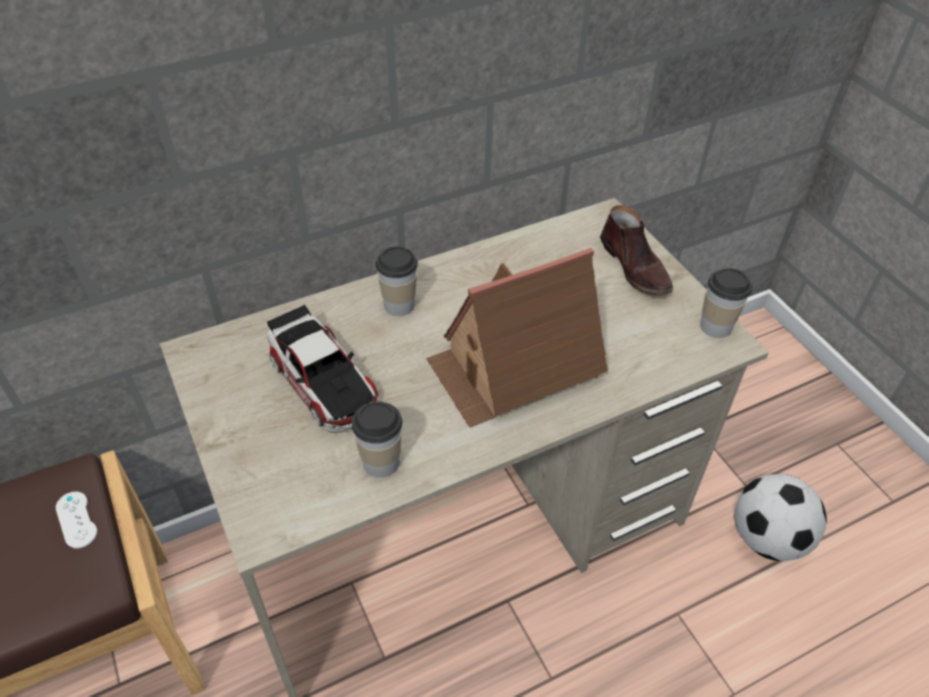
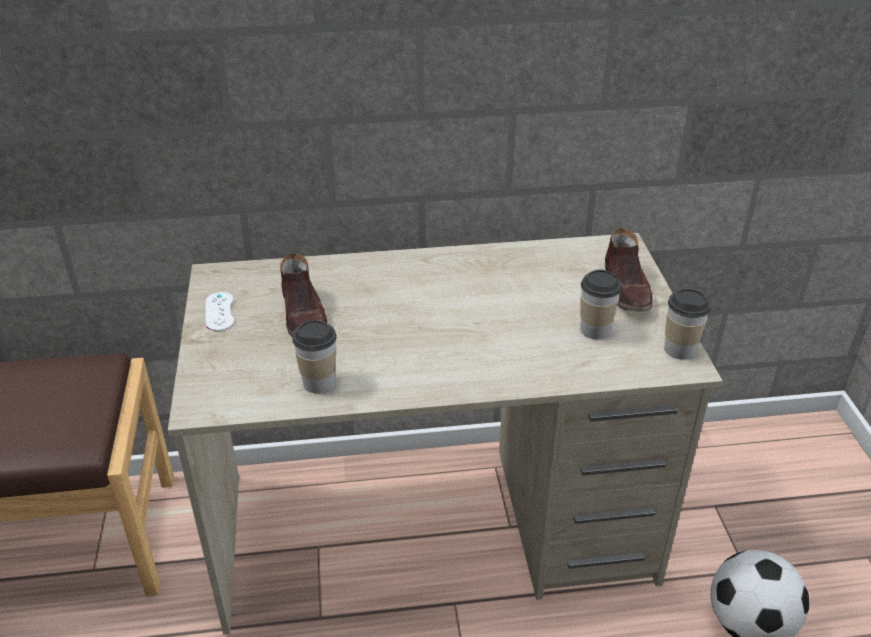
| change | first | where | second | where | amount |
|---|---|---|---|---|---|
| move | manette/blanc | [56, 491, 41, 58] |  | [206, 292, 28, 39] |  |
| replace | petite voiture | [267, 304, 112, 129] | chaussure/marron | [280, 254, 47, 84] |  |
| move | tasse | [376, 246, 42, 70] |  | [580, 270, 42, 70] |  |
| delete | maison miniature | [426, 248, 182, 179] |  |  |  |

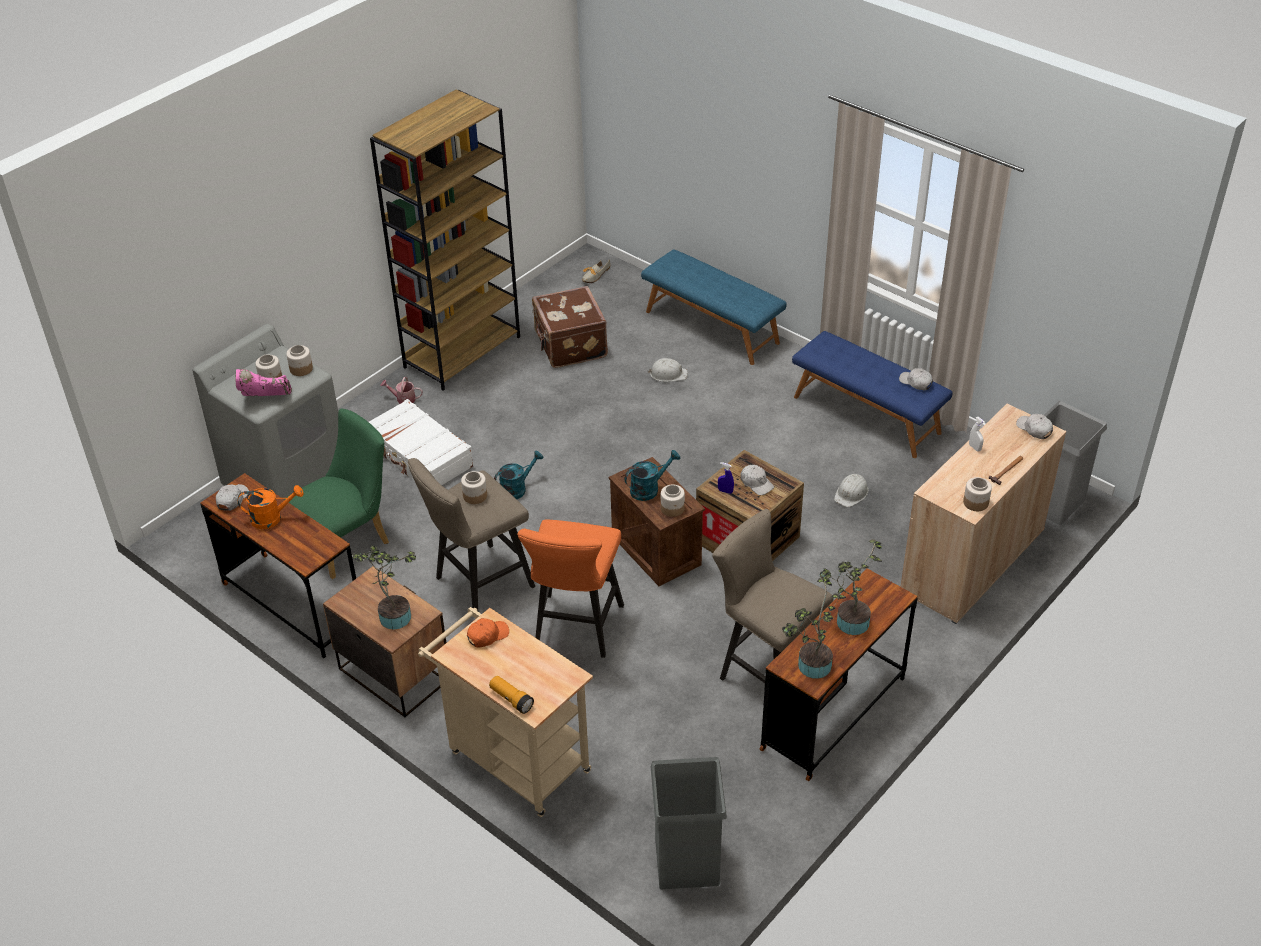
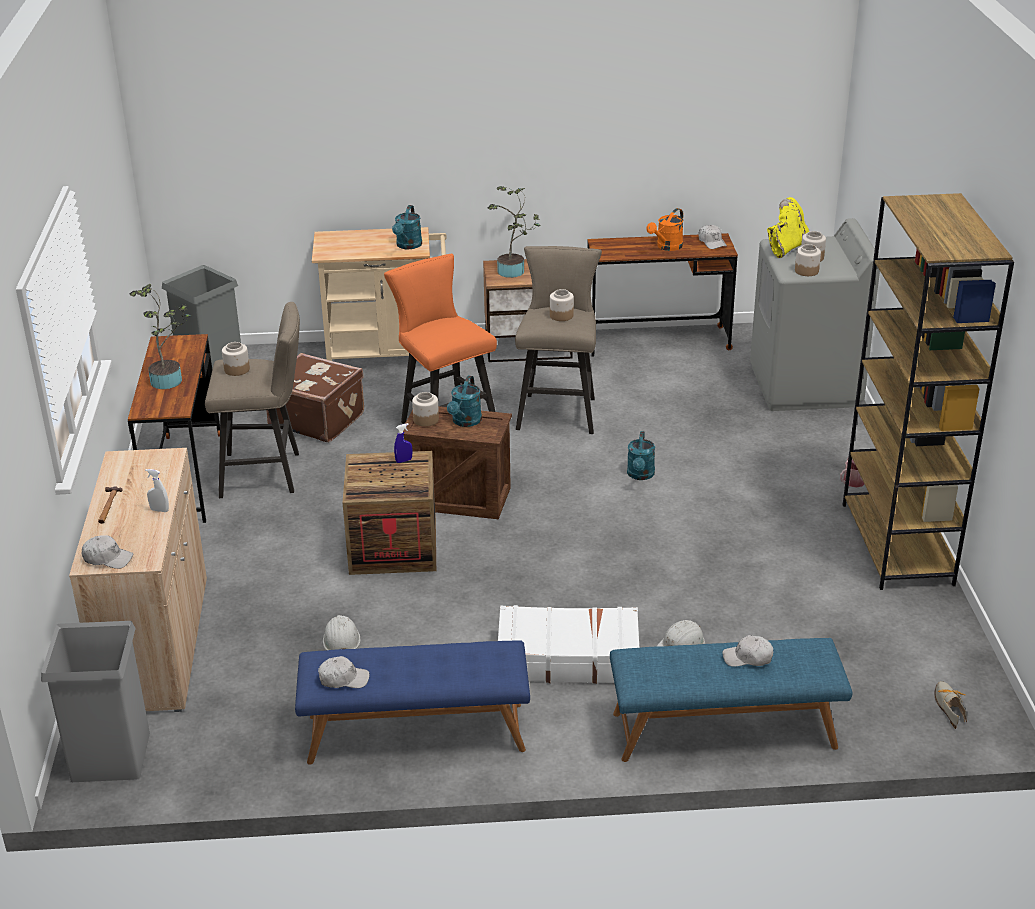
| change | first | where | second | where | amount |
|---|---|---|---|---|---|
| move | bocal | [963, 477, 29, 34] |  | [222, 342, 28, 34] |  |
| move | valise/marron | [532, 286, 76, 82] |  | [266, 353, 98, 89] |  |
| replace | casquette/orange | [467, 618, 42, 30] | arrosoir/turquoise | [392, 205, 30, 44] |  |
| move | valise/blanc | [369, 399, 104, 86] |  | [498, 605, 141, 79] |  |
| move | casquette/blanc | [740, 465, 34, 30] |  | [722, 635, 51, 32] |  |
| recolor | botte/rose | [236, 369, 56, 27] | botte/jaune | [767, 197, 42, 61] |  |
| delete | chaise/vert | [284, 409, 105, 170] |  |  |  |
| delete | lampe de poche | [489, 675, 45, 39] |  |  |  |
| delete | plante en pot | [782, 578, 64, 101] |  |  |  |

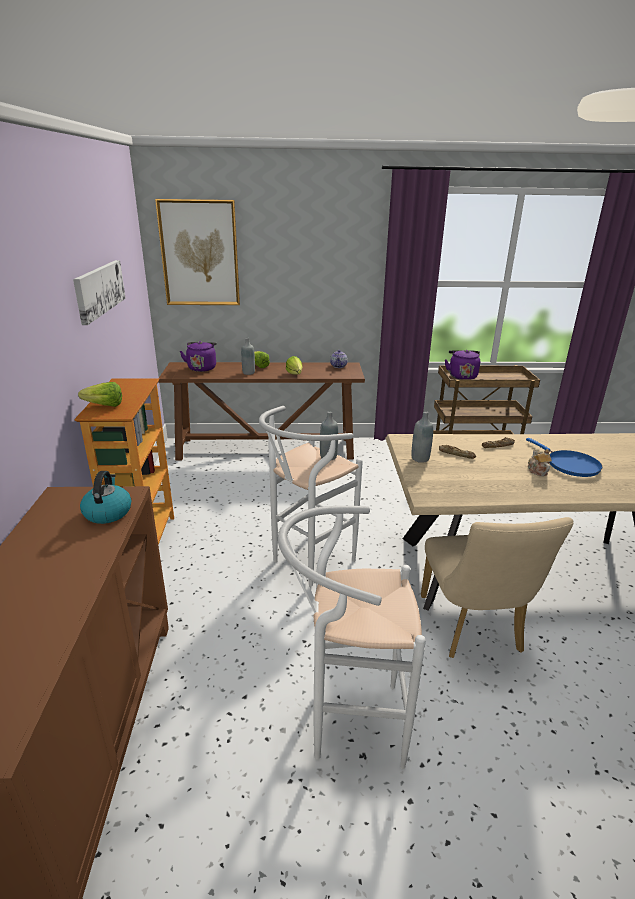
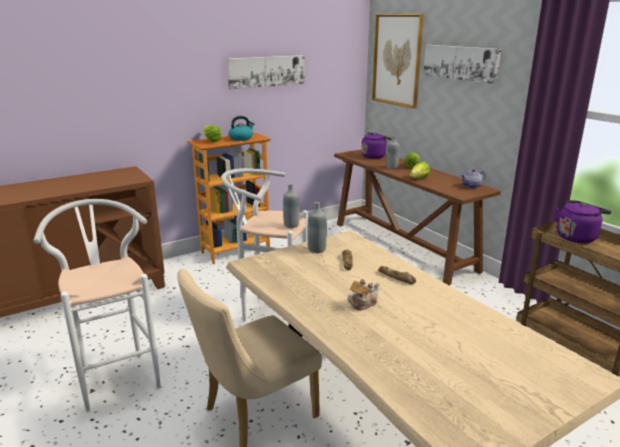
| change | first | where | second | where | amount |
|---|---|---|---|---|---|
| move | bouilloire | [80, 471, 51, 53] |  | [229, 116, 25, 25] |  |
| insert |  |  | tableau | [423, 45, 78, 39] |  |
| delete | poêle/bleu | [526, 438, 76, 39] |  |  |  |

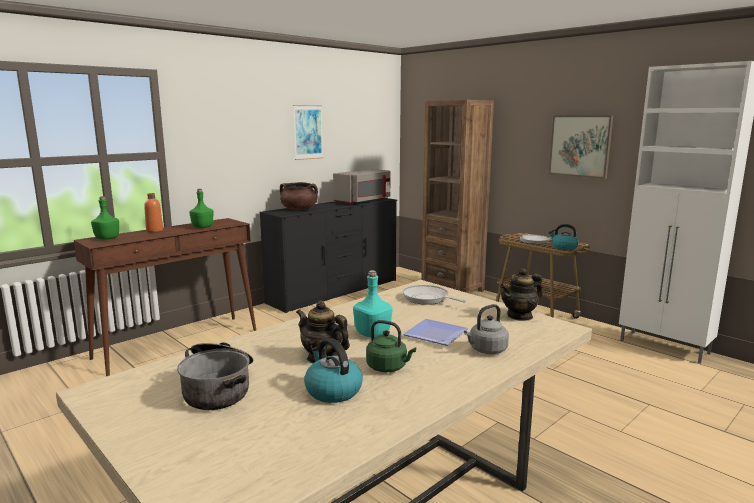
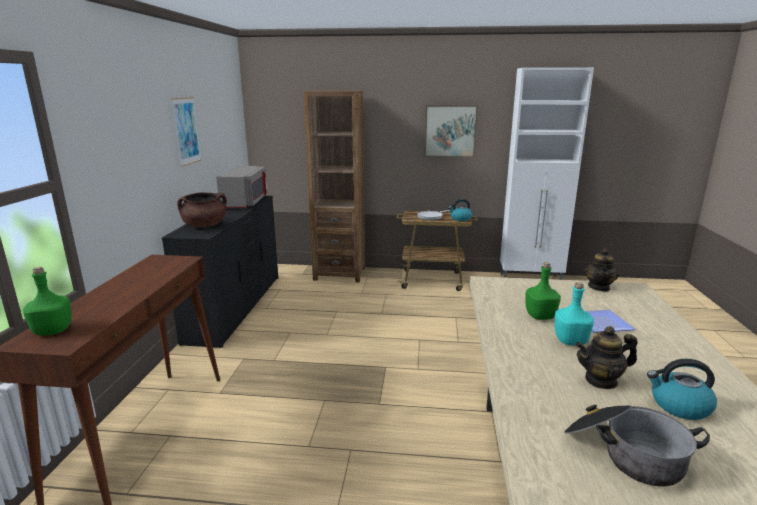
| change | first | where | second | where | amount |
|---|---|---|---|---|---|
| move | bouteille/vert | [189, 189, 25, 39] |  | [526, 262, 35, 58] |  |
| delete | bouteille/orange | [144, 193, 19, 39] |  |  |  |
| delete | bouilloire/vert | [366, 320, 50, 52] |  |  |  |
| delete | poêle | [403, 285, 64, 20] |  |  |  |
| delete | bouilloire/gris | [464, 304, 45, 50] |  |  |  |

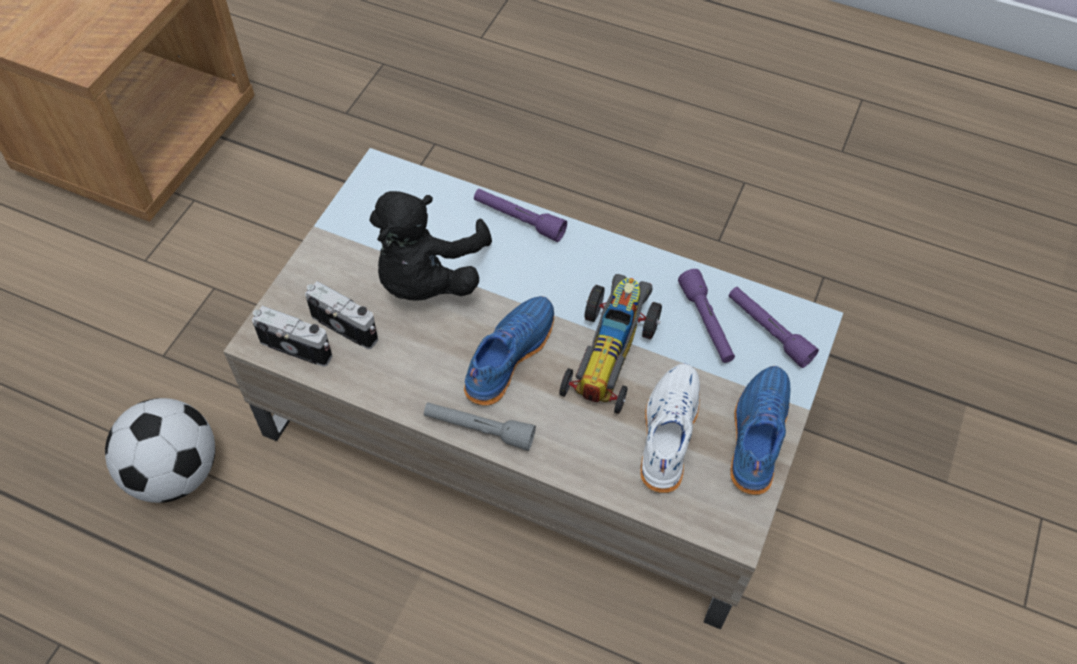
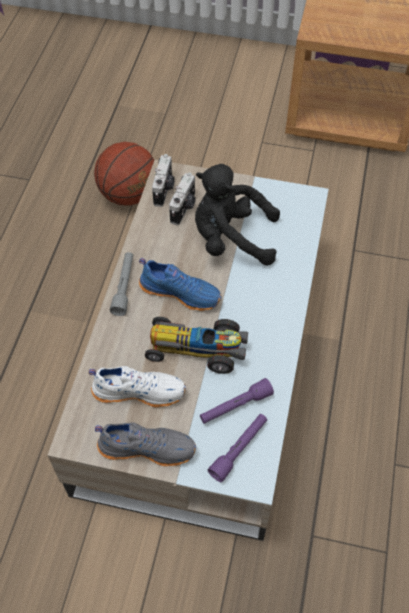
| change | first | where | second | where | amount |
|---|---|---|---|---|---|
| replace | ballon de foot | [105, 398, 110, 105] | ballon de basket | [94, 142, 60, 64] |  |
| recolor | chaussure/bleu | [730, 366, 61, 129] | chaussure/gris | [95, 422, 101, 44] |  |
| delete | lampe de poche/violet | [474, 189, 93, 53] |  |  |  |

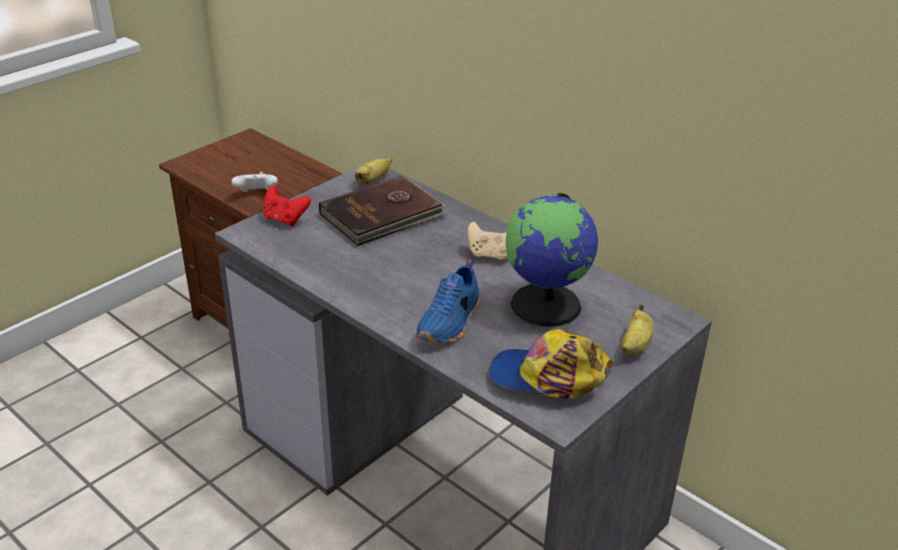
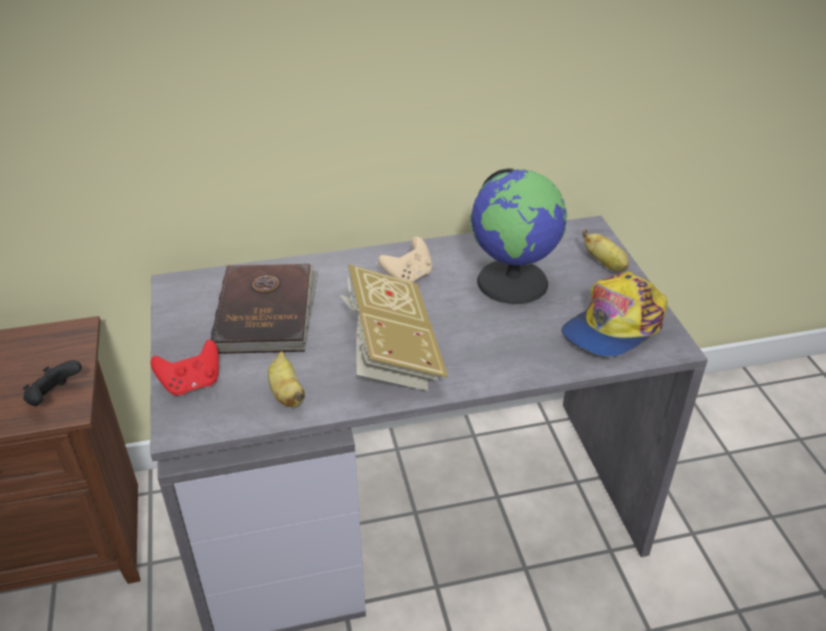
| change | first | where | second | where | amount |
|---|---|---|---|---|---|
| recolor | manette/blanc | [232, 172, 46, 20] | manette/noir | [23, 360, 59, 46] |  |
| move | banane | [355, 158, 37, 27] |  | [268, 352, 37, 55] |  |
| insert |  |  | livre | [340, 264, 108, 127] |  |
| delete | chaussure/bleu | [416, 259, 64, 85] |  |  |  |

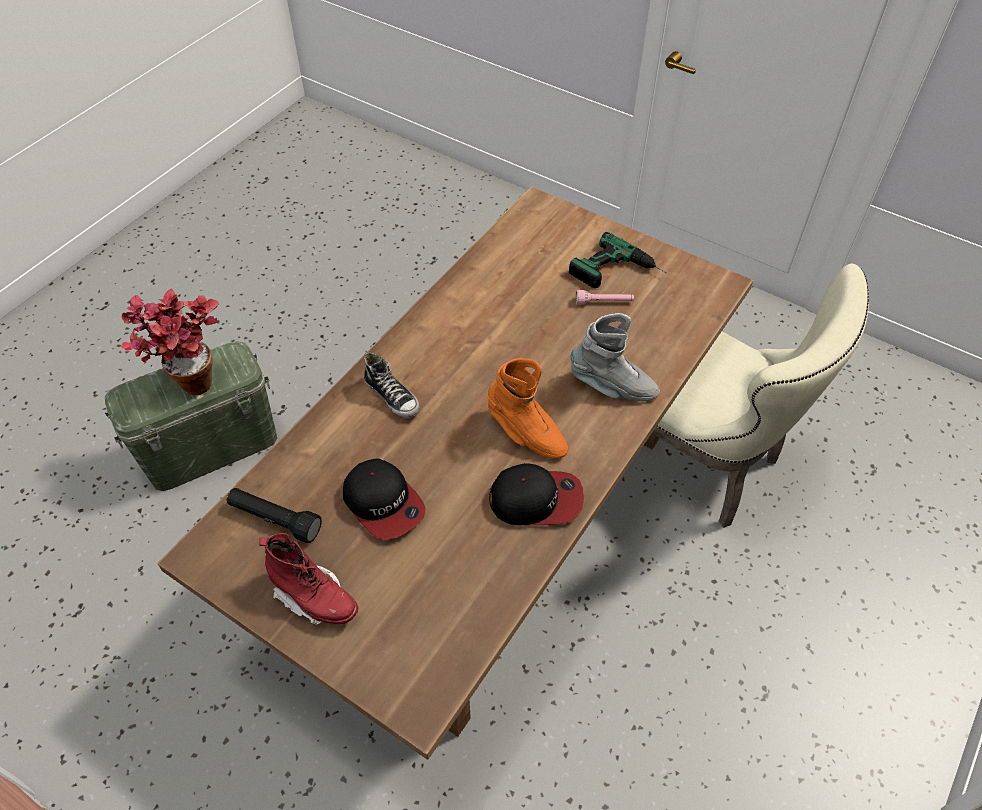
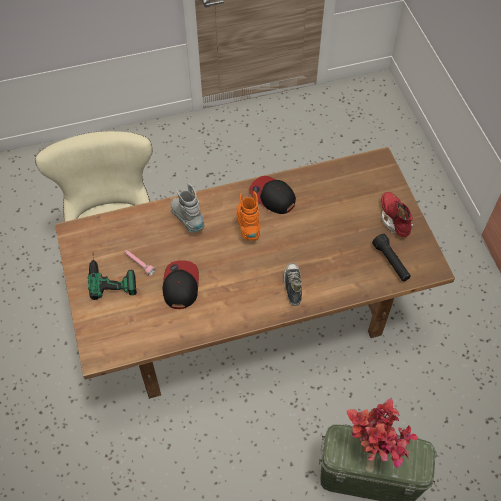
| change | first | where | second | where | amount |
|---|---|---|---|---|---|
| move | casquette | [343, 458, 83, 82] |  | [162, 260, 37, 49] |  |

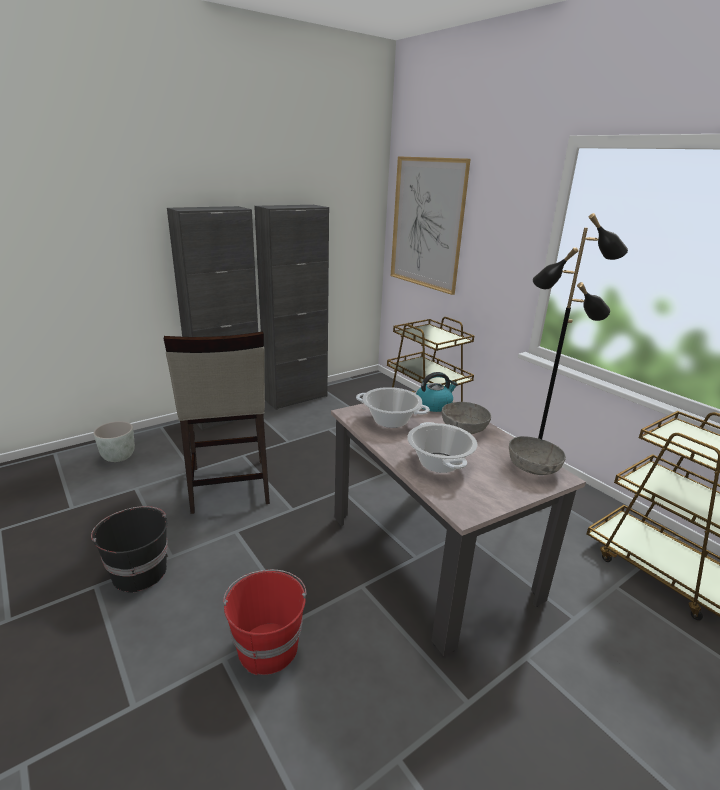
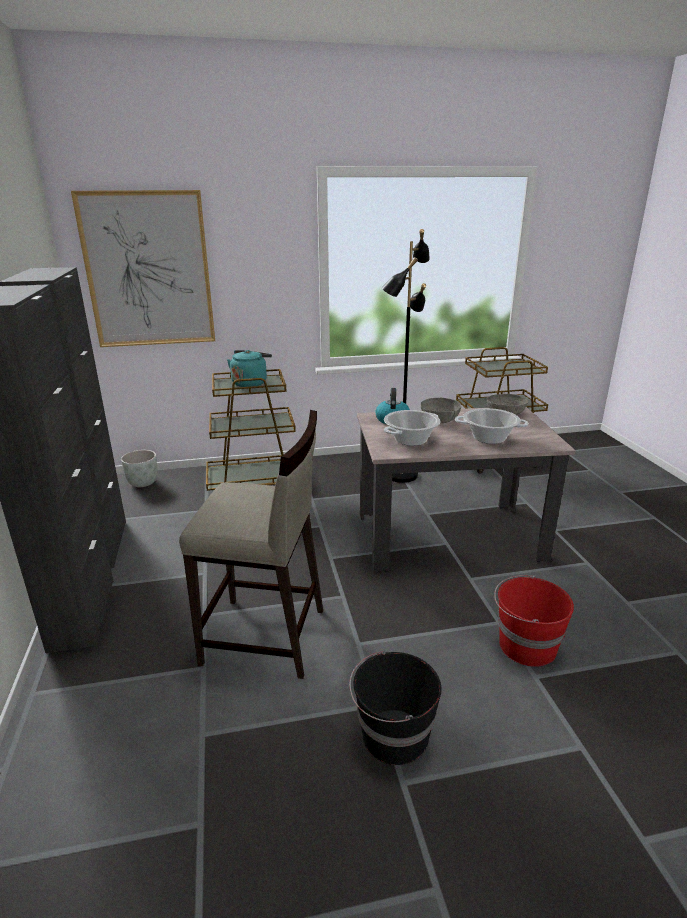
| change | first | where | second | where | amount |
|---|---|---|---|---|---|
| move | cache-pot/gris | [93, 421, 42, 41] |  | [121, 450, 37, 37] |  |
| insert |  |  | bouilloire/turquoise | [227, 350, 45, 37] |  |

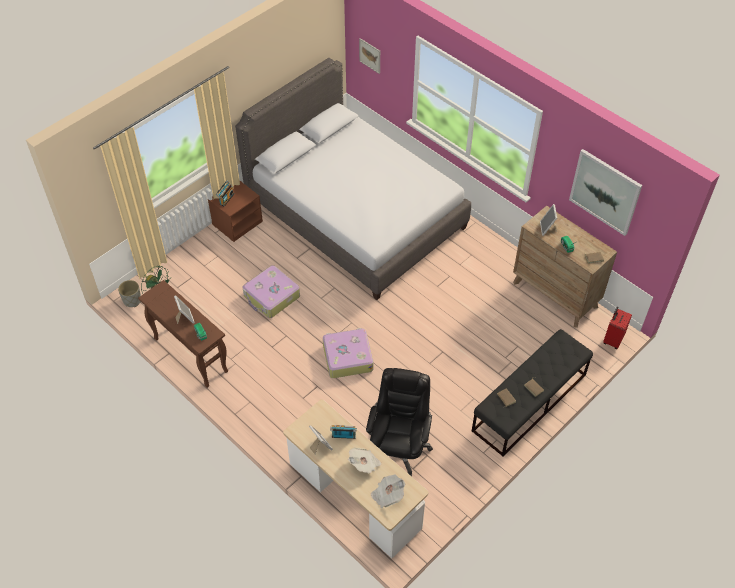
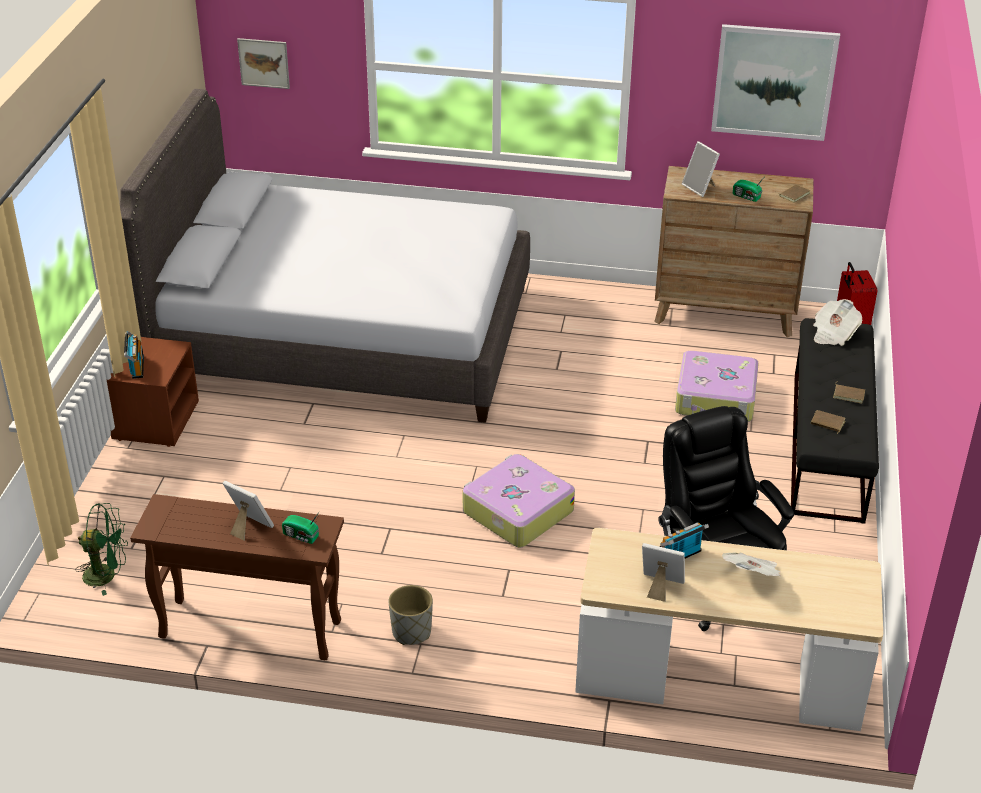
| change | first | where | second | where | amount |
|---|---|---|---|---|---|
| move | cache-pot/gris | [118, 280, 23, 27] |  | [388, 585, 45, 60] |  |
| move | valise | [243, 265, 57, 53] |  | [675, 351, 84, 71] |  |
| move | journal | [371, 474, 34, 34] |  | [813, 299, 49, 47] |  |

